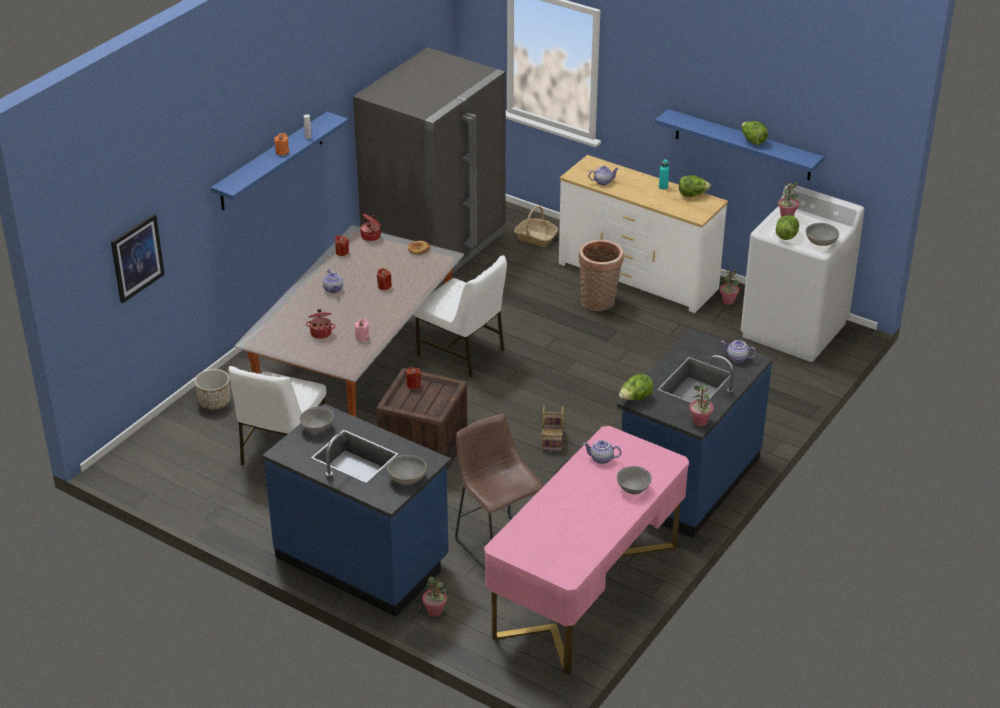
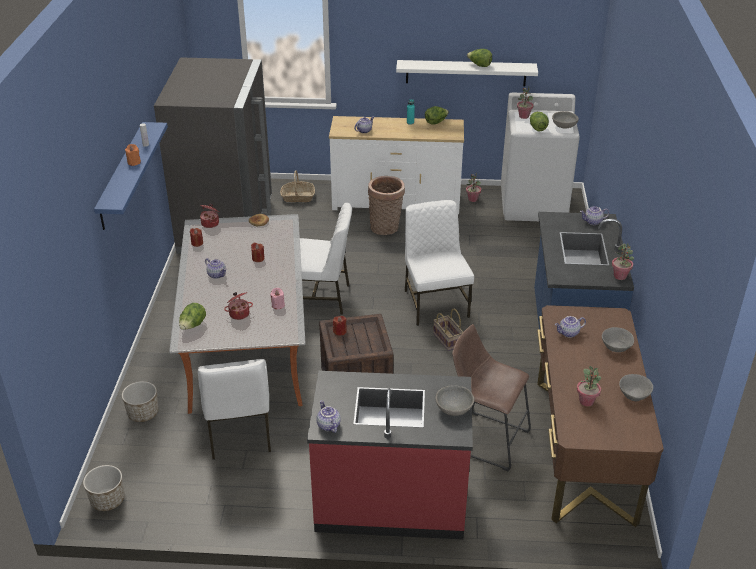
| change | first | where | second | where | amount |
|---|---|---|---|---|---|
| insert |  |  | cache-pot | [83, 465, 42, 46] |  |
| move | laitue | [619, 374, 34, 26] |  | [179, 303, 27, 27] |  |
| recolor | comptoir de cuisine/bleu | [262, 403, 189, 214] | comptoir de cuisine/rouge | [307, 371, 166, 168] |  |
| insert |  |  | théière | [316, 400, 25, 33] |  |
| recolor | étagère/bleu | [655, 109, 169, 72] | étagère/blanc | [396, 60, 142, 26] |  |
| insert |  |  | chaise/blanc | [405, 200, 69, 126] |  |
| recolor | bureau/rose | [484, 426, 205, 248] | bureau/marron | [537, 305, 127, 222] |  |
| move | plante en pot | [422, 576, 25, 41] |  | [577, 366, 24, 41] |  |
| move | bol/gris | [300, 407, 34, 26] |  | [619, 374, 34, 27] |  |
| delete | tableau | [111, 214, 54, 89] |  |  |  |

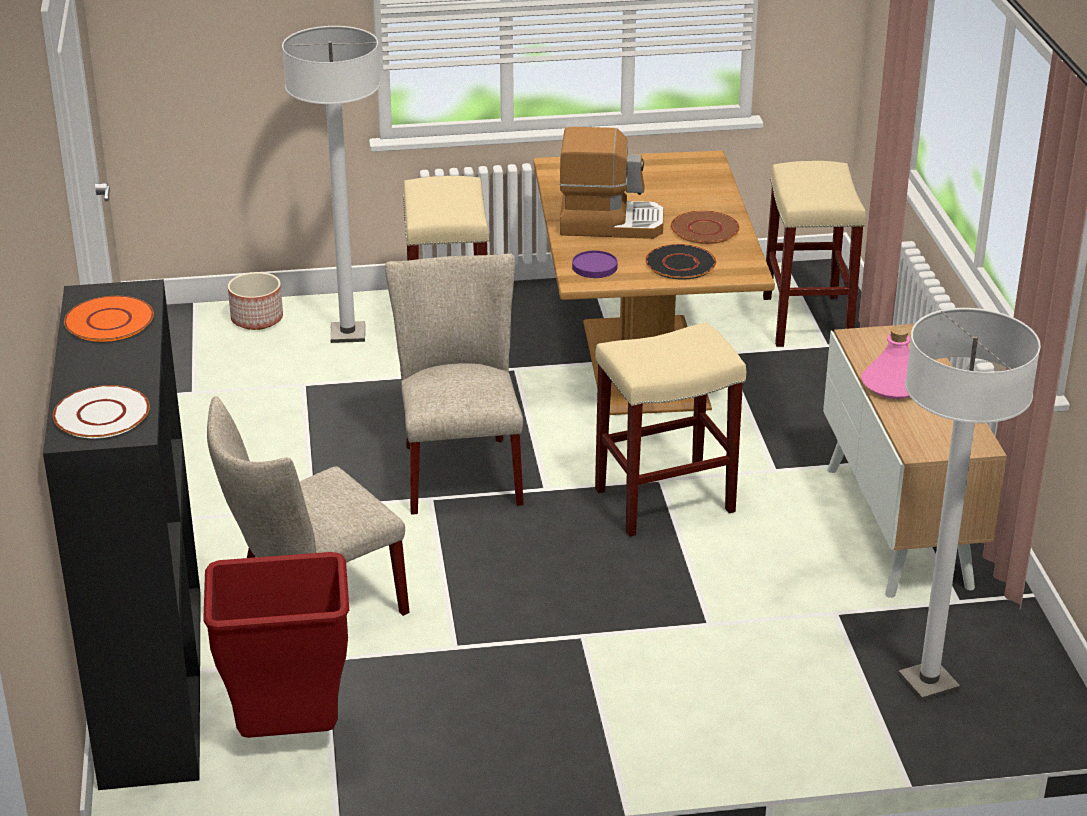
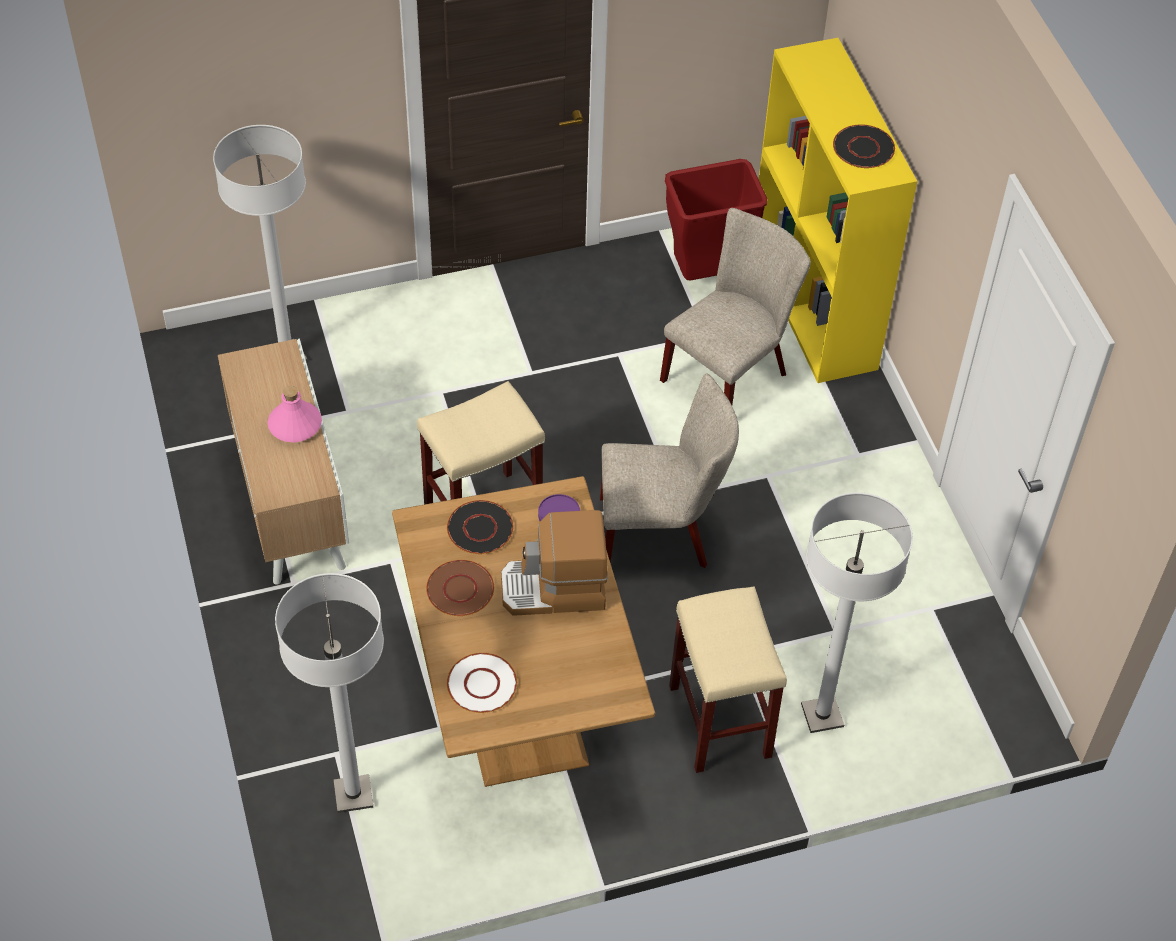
| change | first | where | second | where | amount |
|---|---|---|---|---|---|
| replace | tabouret/beige | [763, 161, 103, 186] | lampadaire/blanc | [275, 573, 109, 240] |  |
| move | assiette/blanc | [53, 385, 97, 53] |  | [447, 653, 70, 60] |  |
| rotate | chaise/beige | [385, 253, 139, 262] |  | [600, 374, 139, 194] | 75 degrees counterclockwise |
| recolor | bibliothèque/noir | [43, 279, 158, 511] | bibliothèque/jaune | [759, 38, 158, 345] |  |
| recolor | assiette/orange | [64, 296, 90, 46] | assiette/noir | [833, 124, 62, 44] |  |
| delete | cache-pot | [228, 272, 55, 58] |  |  |  |

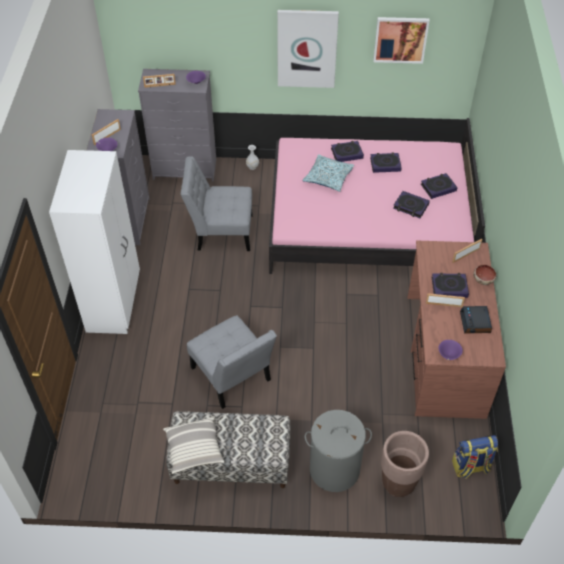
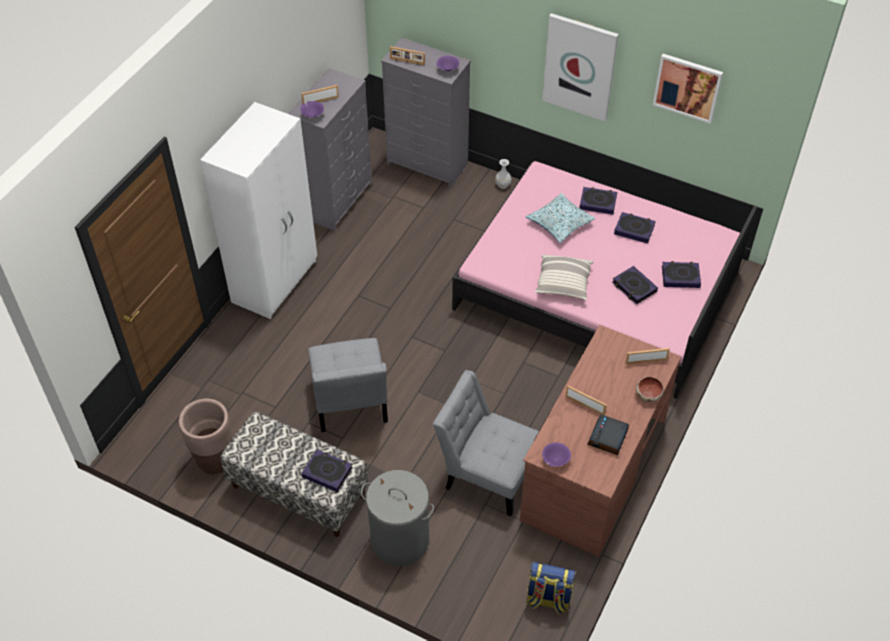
| change | first | where | second | where | amount |
|---|---|---|---|---|---|
| move | cache-pot/marron | [381, 431, 48, 66] |  | [179, 399, 53, 75] |  |
| move | livre | [432, 273, 37, 25] |  | [301, 450, 52, 42] |  |
| move | chaise/gris | [181, 156, 72, 95] |  | [433, 370, 106, 146] |  |
| move | coussin | [163, 416, 61, 58] |  | [535, 255, 59, 45] |  |

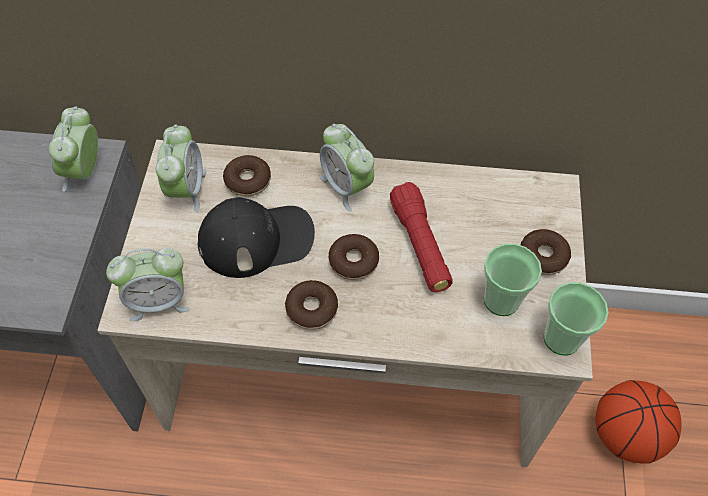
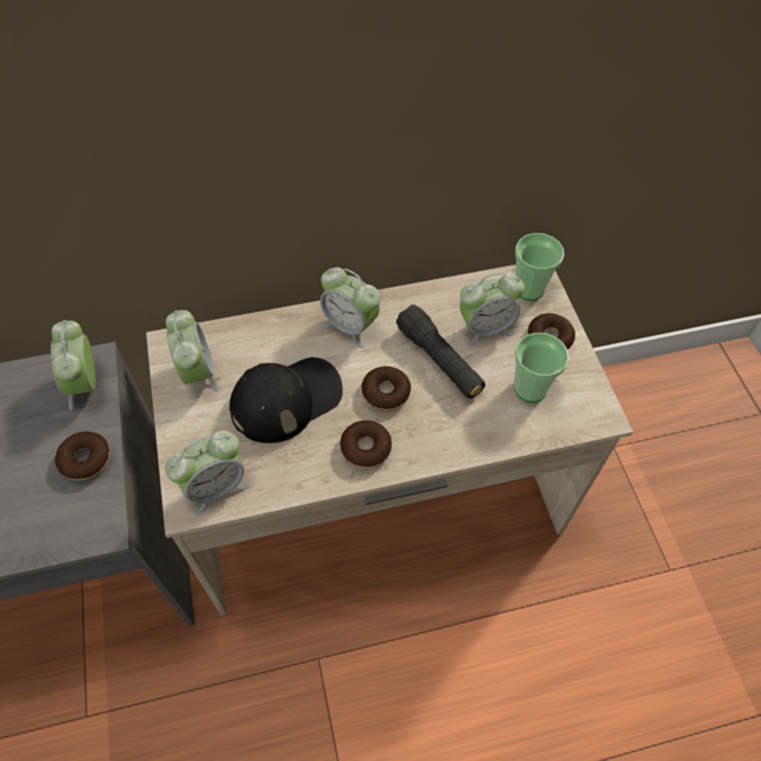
| change | first | where | second | where | amount |
|---|---|---|---|---|---|
| move | beignet | [223, 155, 48, 41] |  | [55, 432, 55, 49] |  |
| recolor | lampe de poche/rouge | [390, 182, 63, 110] | lampe de poche/noir | [396, 305, 89, 94] |  |
| insert |  |  | réveil | [460, 273, 65, 73] |  |
| move | tasse | [544, 282, 64, 73] |  | [515, 233, 49, 67] |  |
| delete | ballon de basket | [596, 380, 86, 84] |  |  |  |

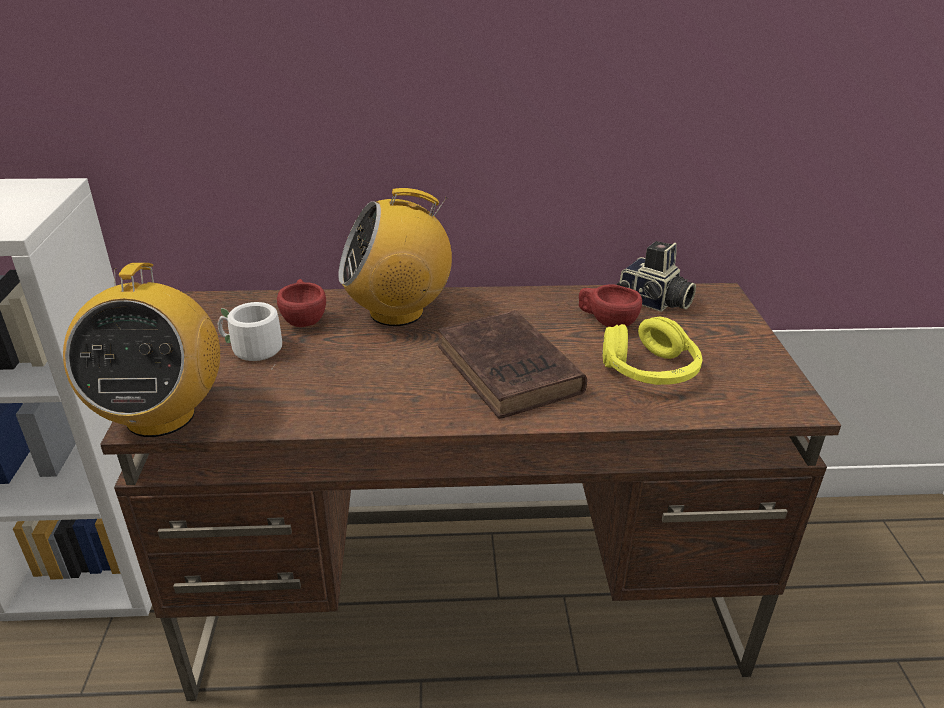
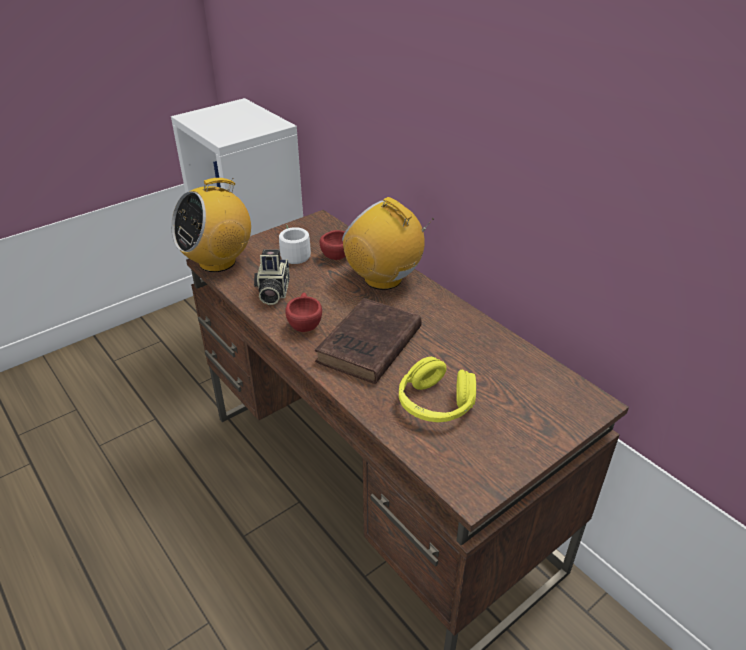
| change | first | where | second | where | amount |
|---|---|---|---|---|---|
| move | appareil photo | [617, 241, 79, 71] |  | [254, 249, 36, 56] |  |
| move | tasse/rouge | [579, 284, 63, 43] |  | [285, 292, 37, 40] |  |

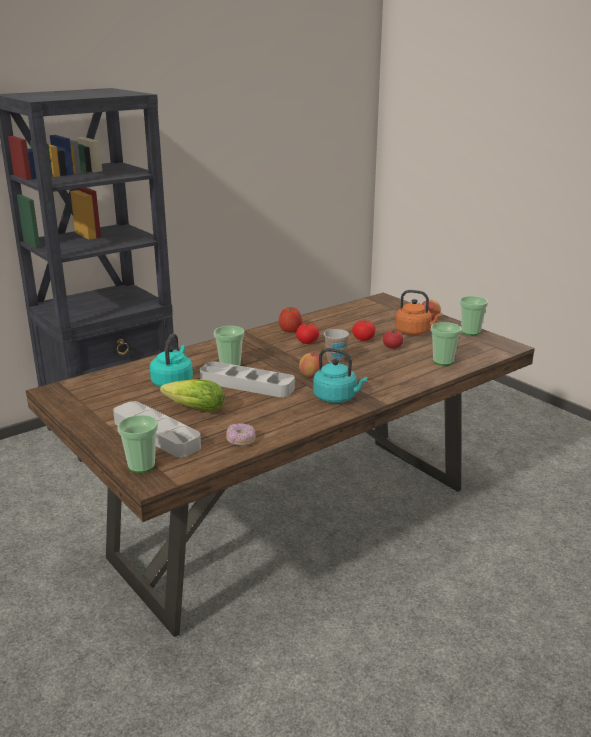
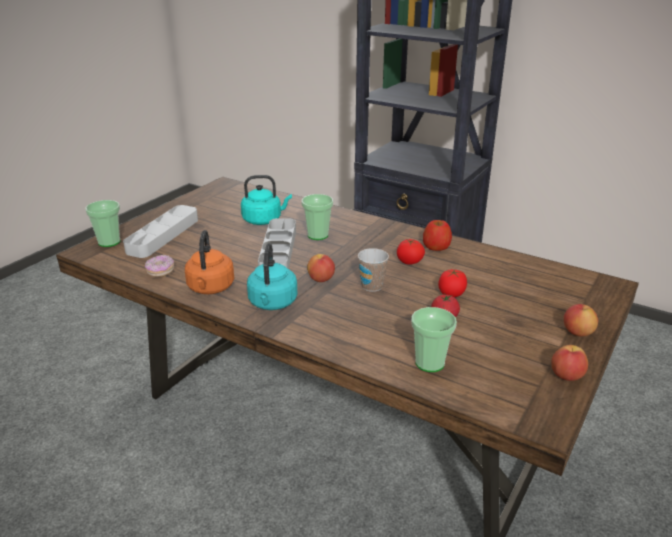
| change | first | where | second | where | amount |
|---|---|---|---|---|---|
| move | bouilloire/orange | [395, 290, 47, 45] |  | [185, 230, 49, 64] |  |
| replace | tasse | [460, 296, 28, 39] | pomme | [551, 345, 37, 36] |  |
| delete | laitue | [160, 379, 65, 32] |  |  |  |

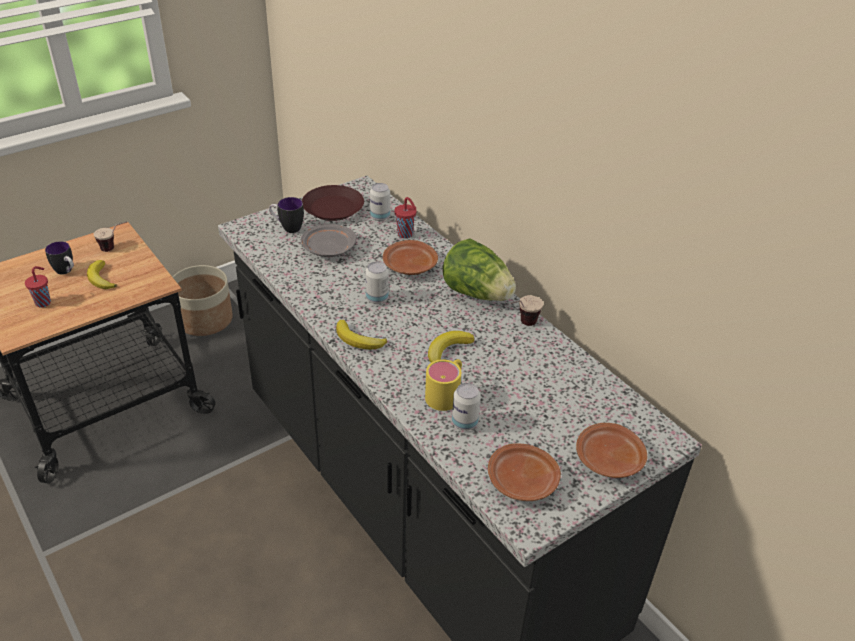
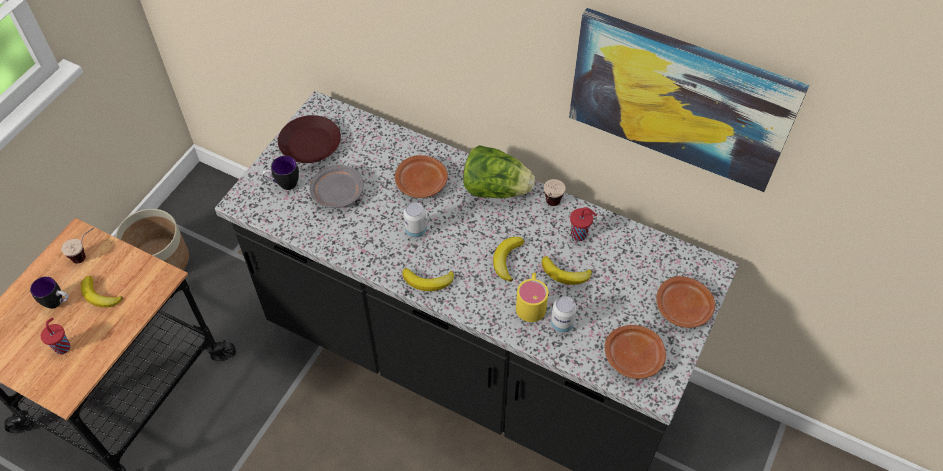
| change | first | where | second | where | amount |
|---|---|---|---|---|---|
| insert |  |  | banane | [542, 256, 50, 29] |  |
| insert |  |  | tableau | [569, 8, 240, 184] |  |
| move | tasse/rouge | [394, 197, 23, 41] |  | [570, 207, 27, 34] |  |
| delete | boîte métallique | [370, 183, 20, 38] |  |  |  |

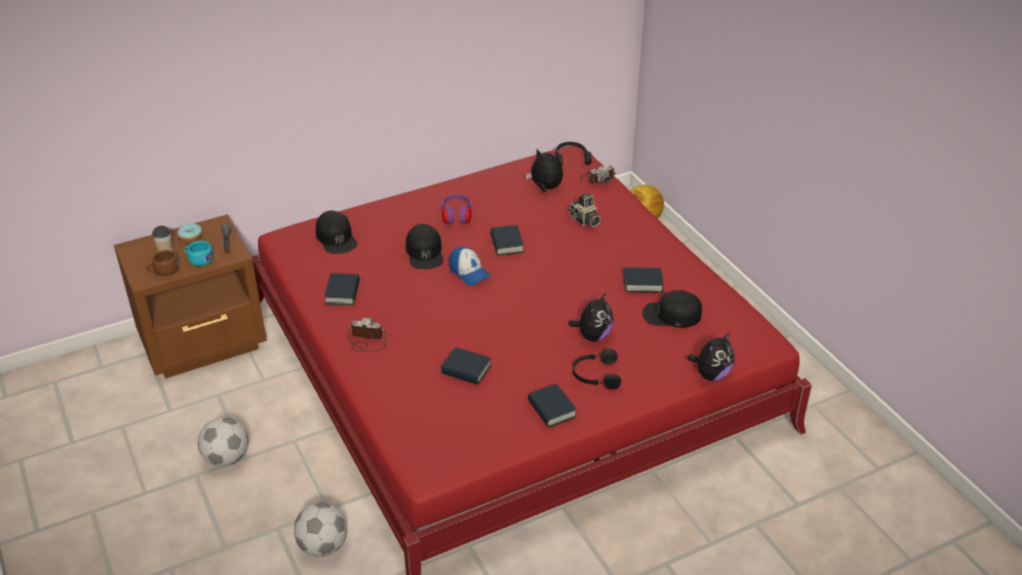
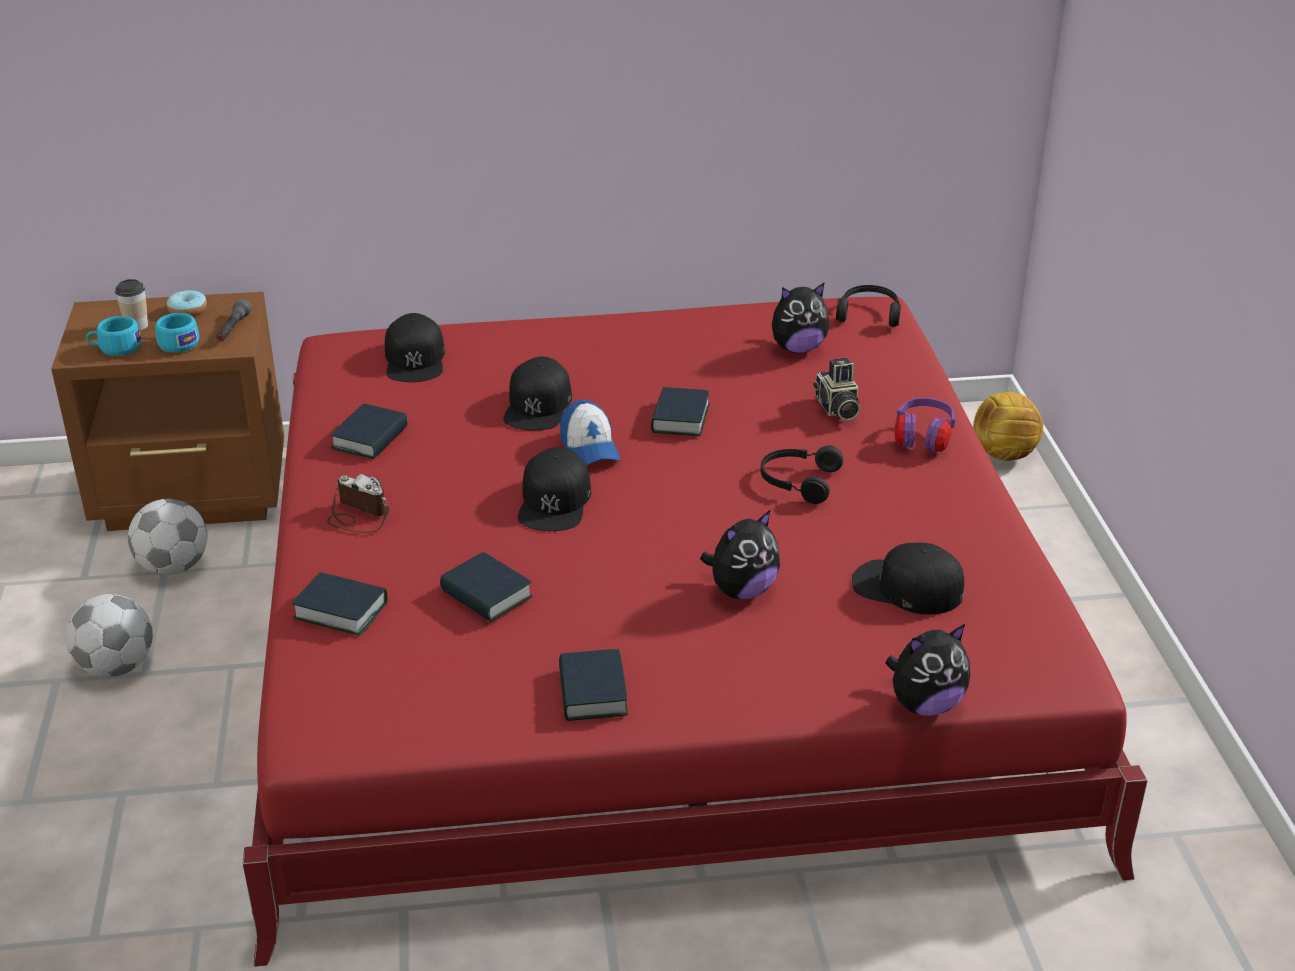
| change | first | where | second | where | amount |
|---|---|---|---|---|---|
| recolor | tasse/marron | [146, 250, 34, 26] | tasse/turquoise | [86, 316, 56, 40] |  |
| move | ballon de foot | [294, 502, 54, 55] |  | [128, 499, 79, 76] |  |
| move | livre | [623, 268, 40, 25] |  | [292, 572, 95, 64] |  |
| insert |  |  | casquette/noir | [518, 447, 73, 84] |  |
| move | casque audio/noir | [573, 349, 48, 41] |  | [761, 445, 82, 59] |  |
| rotate | peluche | [526, 149, 37, 43] |  | [772, 282, 57, 71] | 120 degrees clockwise |
| move | casque audio/violet | [441, 194, 31, 30] |  | [895, 398, 61, 54] |  |
| delete | appareil photo | [580, 165, 35, 19] |  |  |  |

